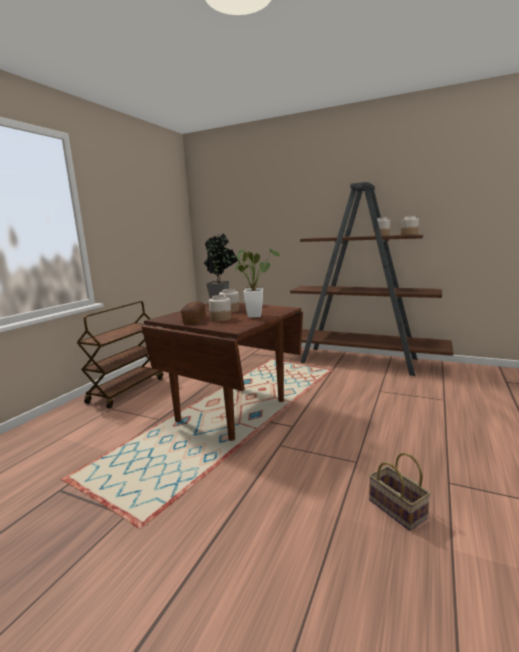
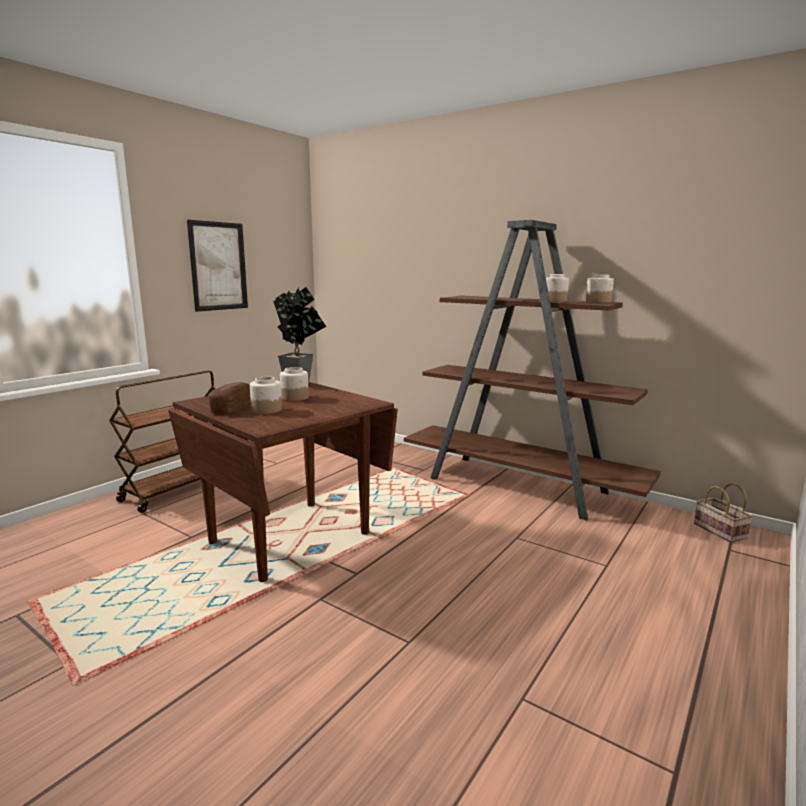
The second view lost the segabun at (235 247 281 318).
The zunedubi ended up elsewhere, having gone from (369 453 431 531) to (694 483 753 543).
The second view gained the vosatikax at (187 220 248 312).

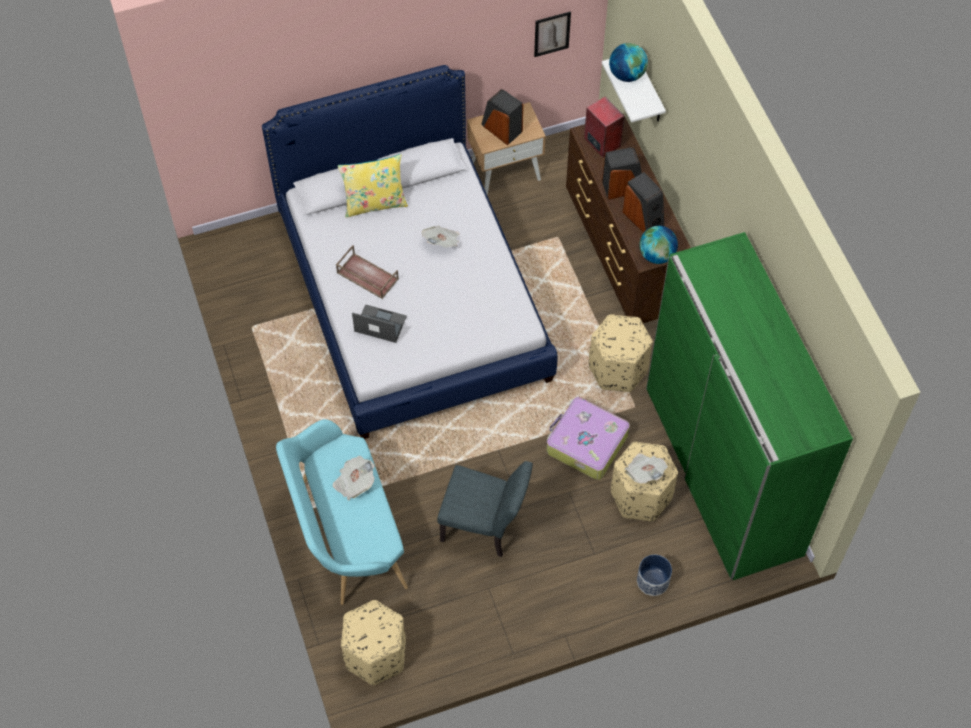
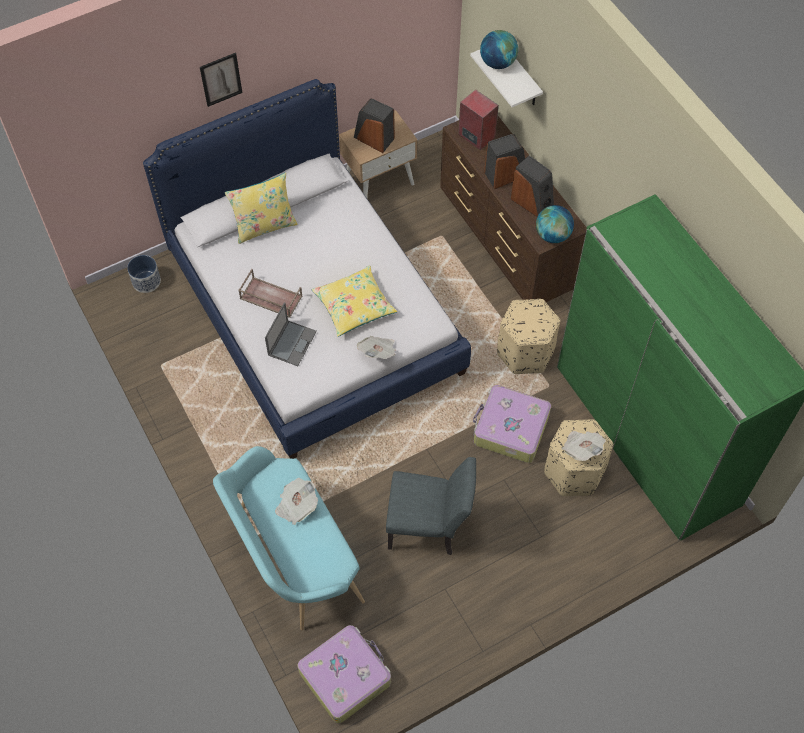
Where the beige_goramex stood at (341 600 406 685), the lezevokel came to stand at (298 625 391 723).
The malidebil at (352 304 407 343) ended up facing another way, 105 degrees clockwise from before.
The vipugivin ended up elsewhere, having gone from (421 225 460 248) to (357 336 396 359).
The vosatikax ended up elsewhere, having gone from (534 12 571 57) to (200 53 242 107).
The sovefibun ended up elsewhere, having gone from (637 554 672 596) to (127 255 161 293).
The second view gained the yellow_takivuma at (312 265 397 337).

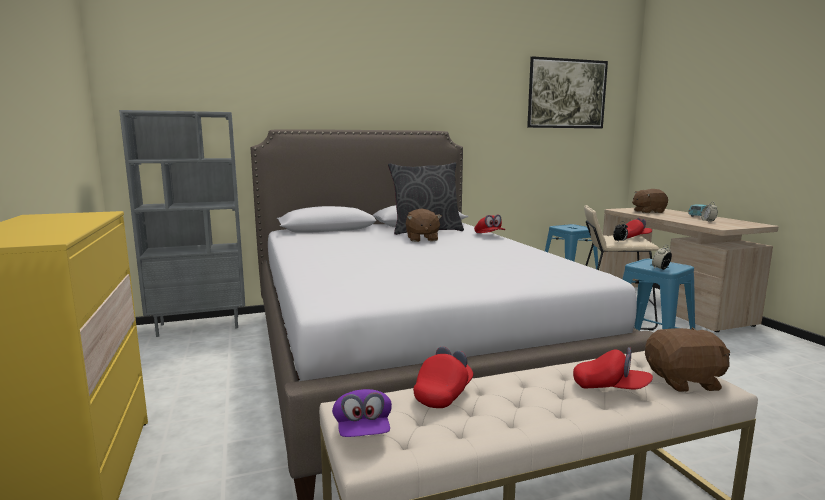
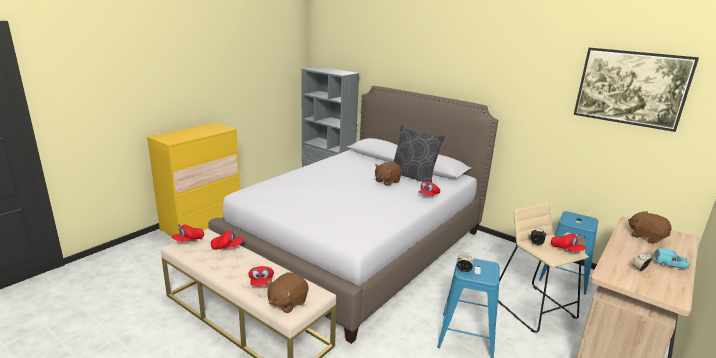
What was the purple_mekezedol at (332 389 392 437) turned into the red_mekezedol at (171 224 204 242).
The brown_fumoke at (645 327 730 392) ended up facing another way, 75 degrees clockwise from before.

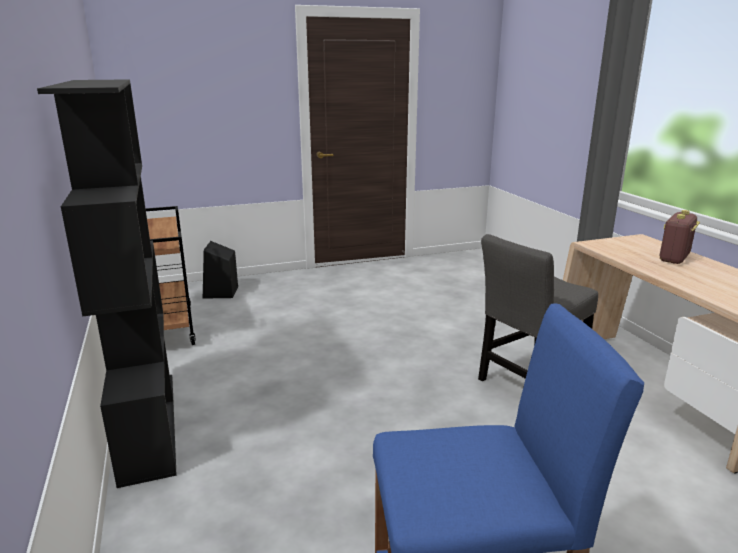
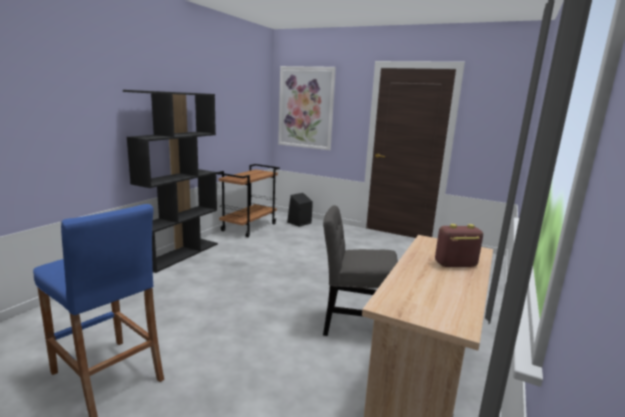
The second view gained the vosatikax at (278 66 336 150).

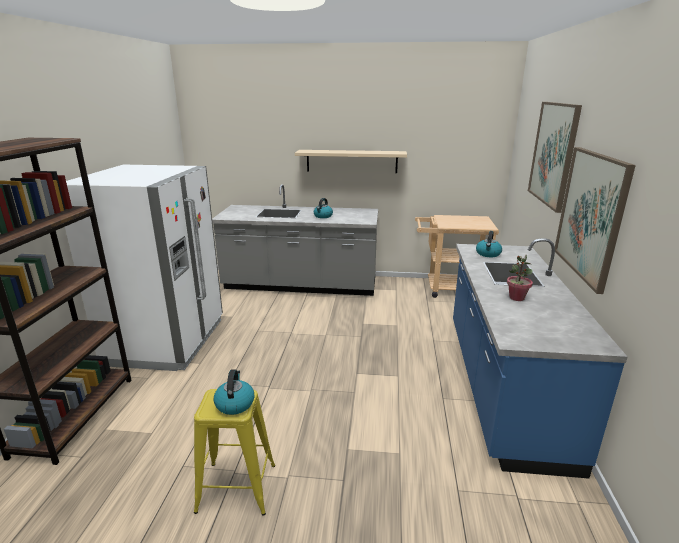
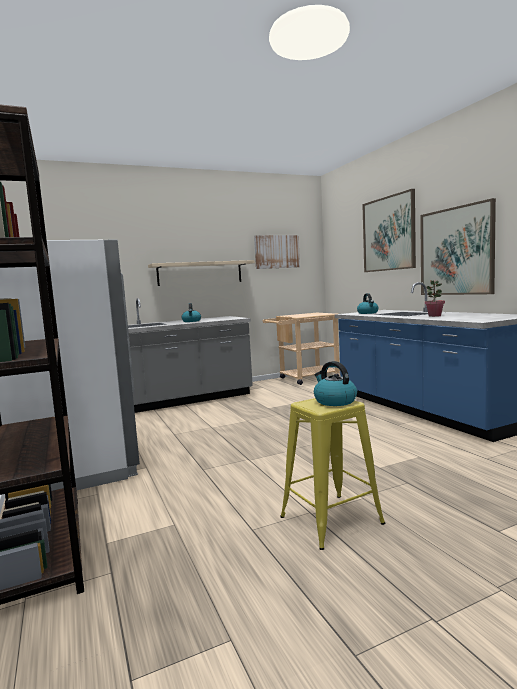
The second view gained the vosatikax at (254 235 300 269).

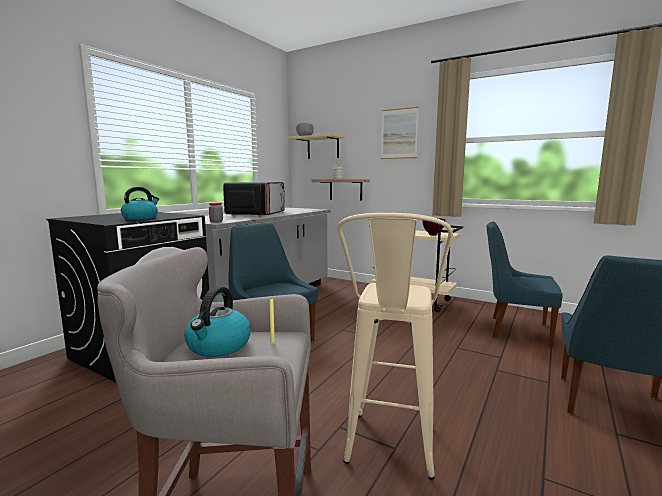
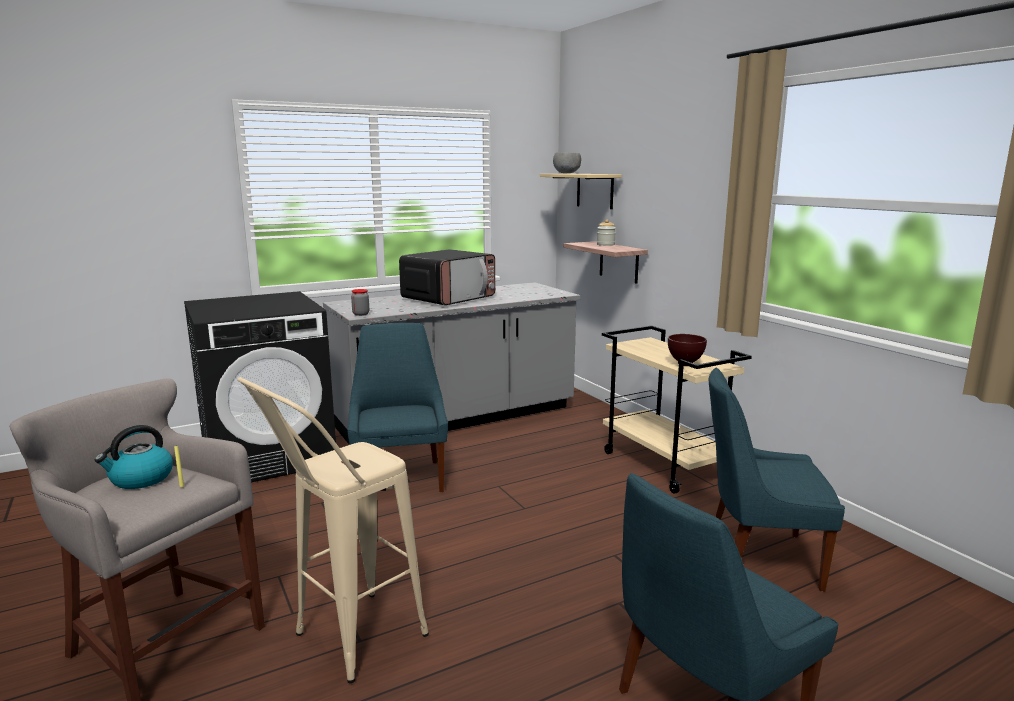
The second view lost the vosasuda at (121 187 159 220).
The second view lost the vosatikax at (381 107 419 159).
The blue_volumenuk at (486 222 563 347) ended up facing another way, 45 degrees counterclockwise from before.

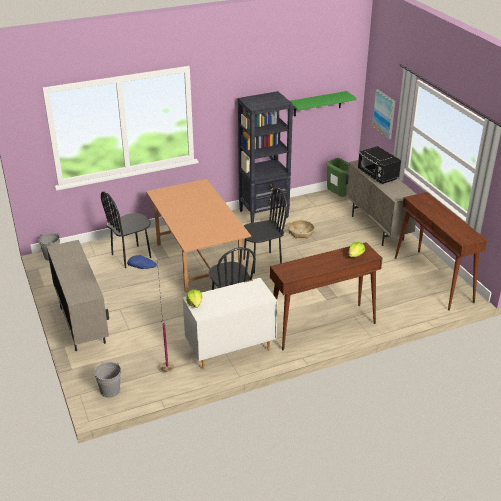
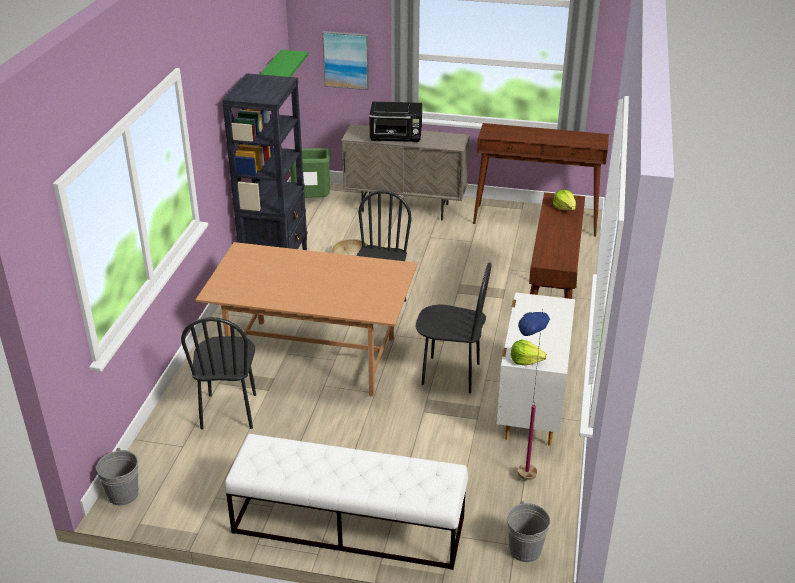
Where the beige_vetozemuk stood at (47 240 109 351), the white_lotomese came to stand at (225 434 468 570).

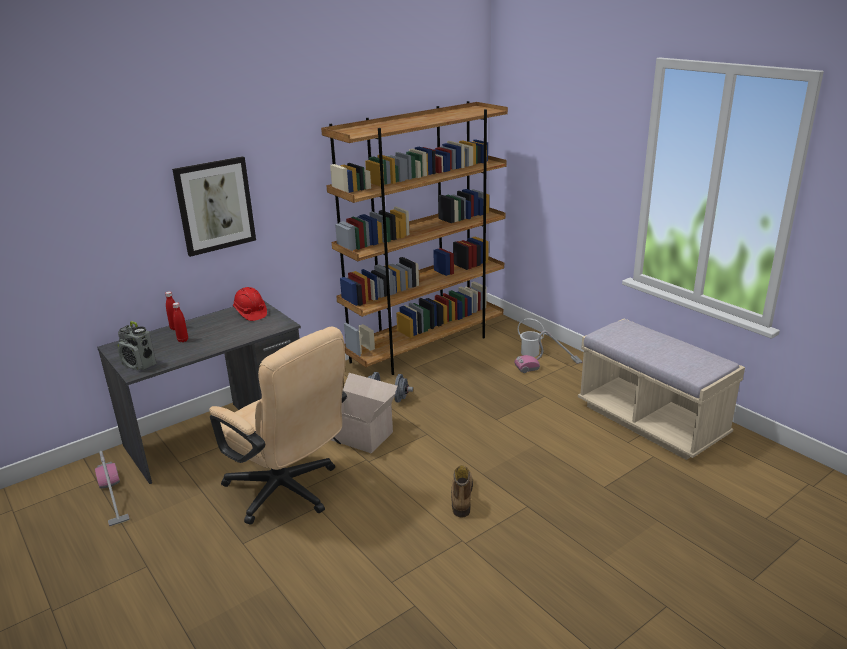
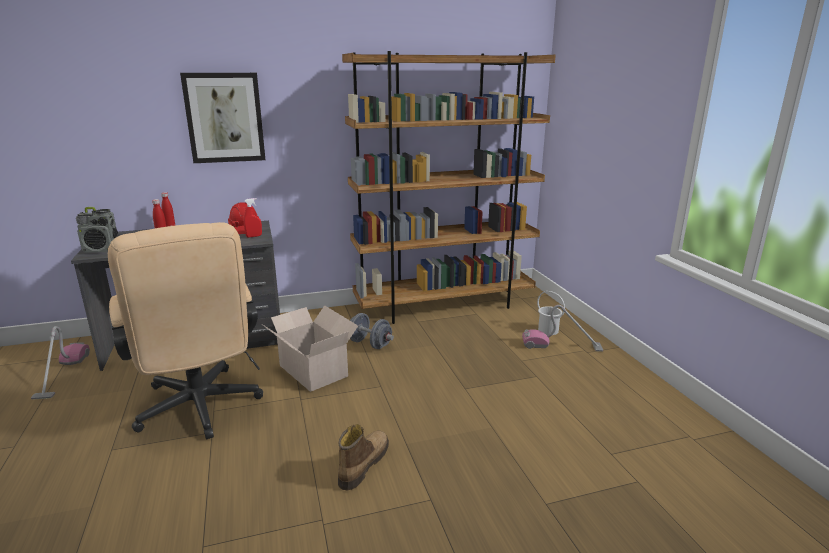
The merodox at (117 321 156 371) ended up facing another way, 60 degrees counterclockwise from before.
The second view lost the beige_lotomese at (578 318 745 460).
The second view gained the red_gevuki at (244 198 262 238).

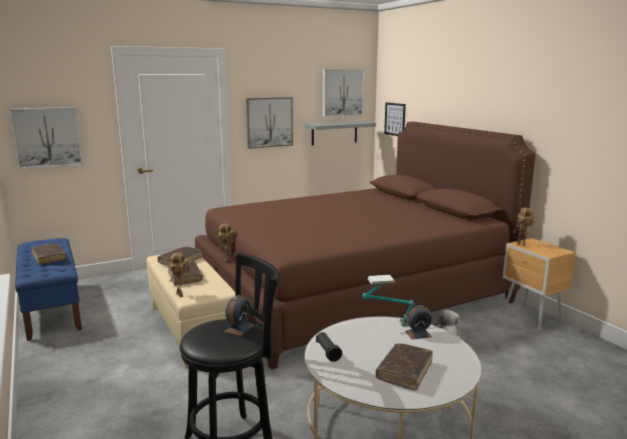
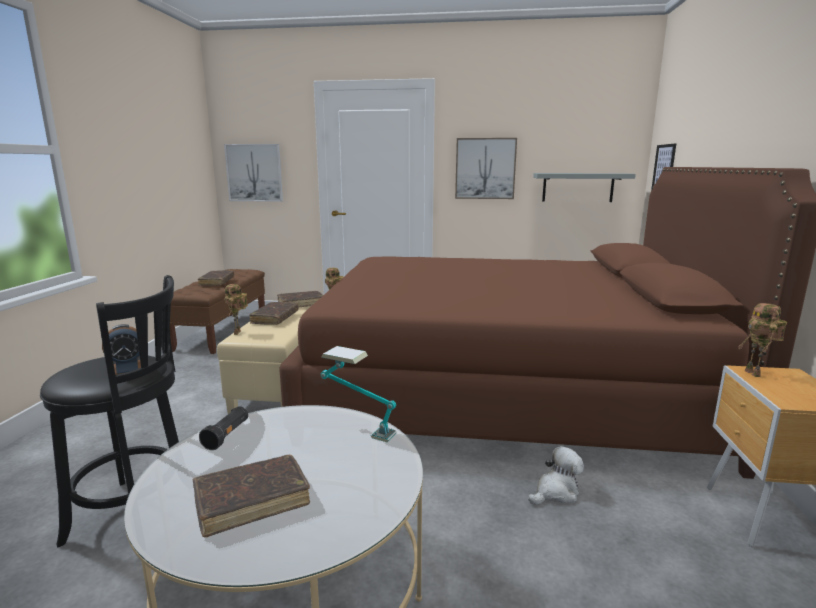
What was the blue_lotomese at (15 238 82 341) turned into the brown_lotomese at (170 269 265 354).
The second view lost the vosatikax at (323 69 364 117).
The second view lost the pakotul at (405 305 432 339).

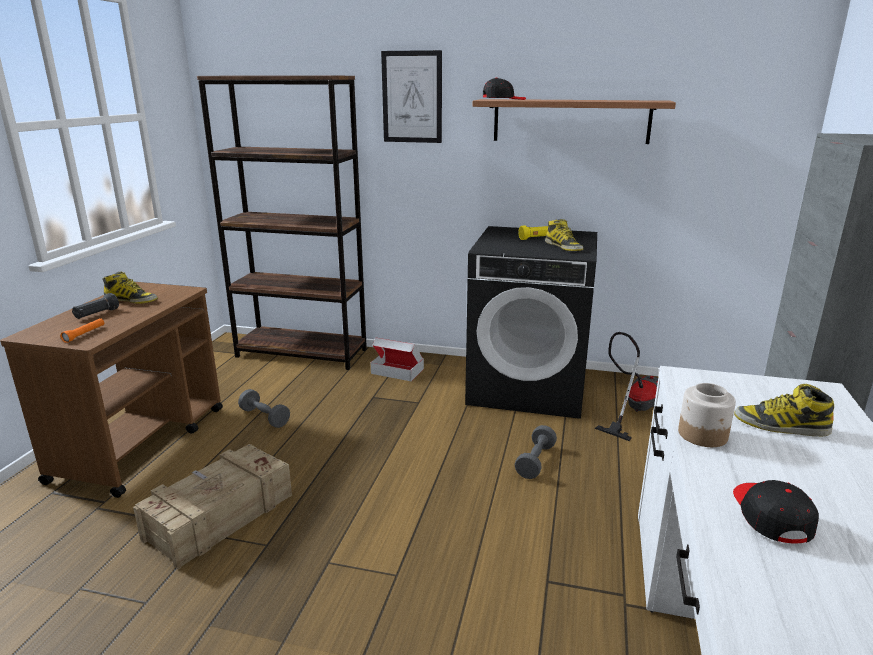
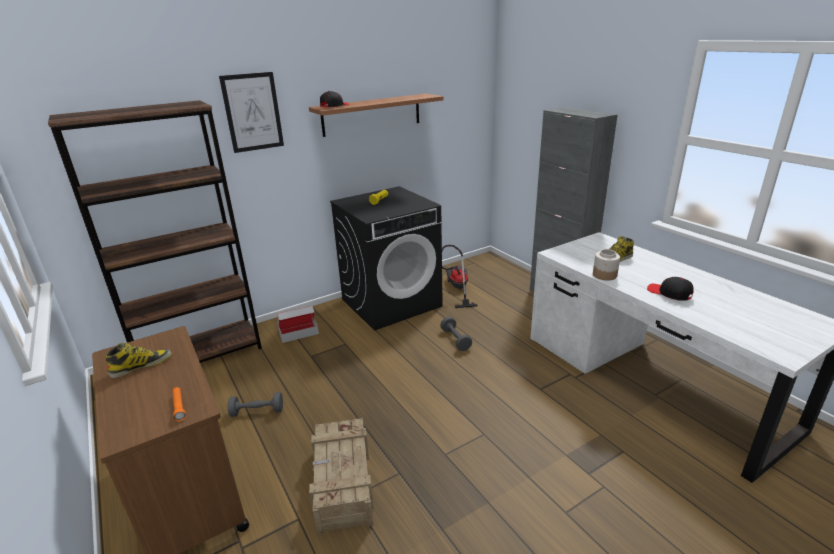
The second view lost the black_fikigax at (72 293 119 319).
The second view lost the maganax at (545 219 583 251).

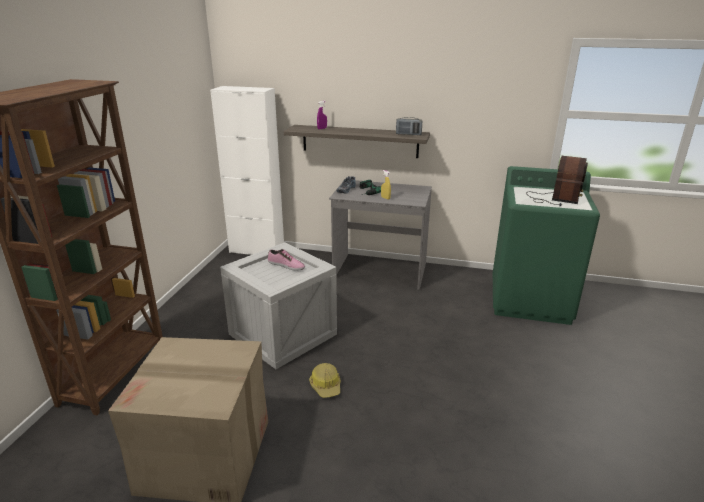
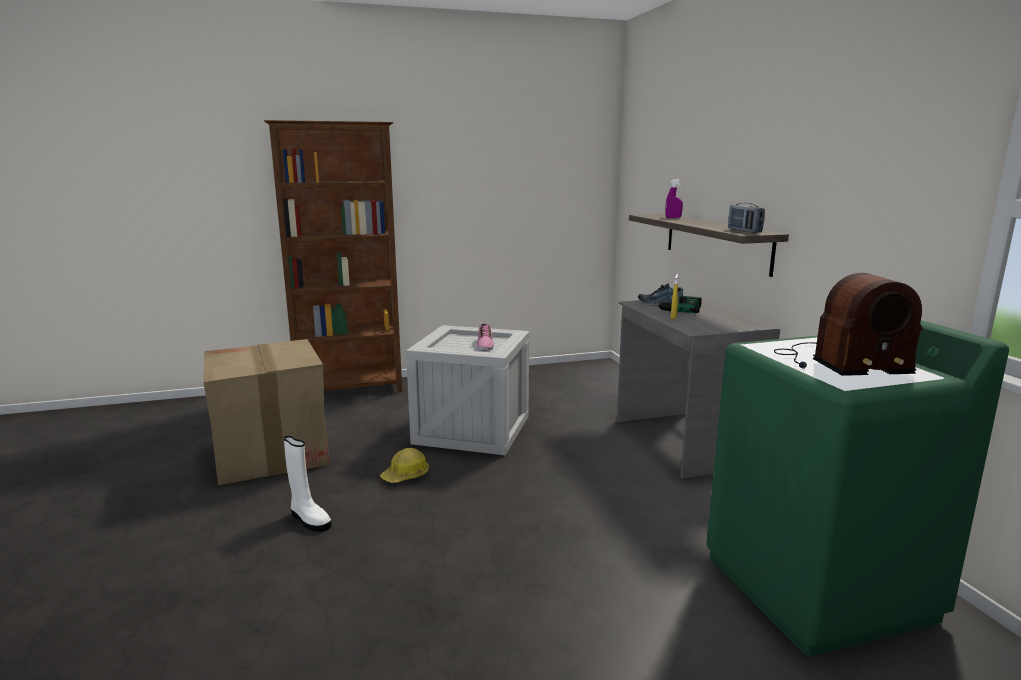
The second view lost the white_vetozemuk at (210 86 284 255).
The second view gained the white_maganax at (284 436 332 532).

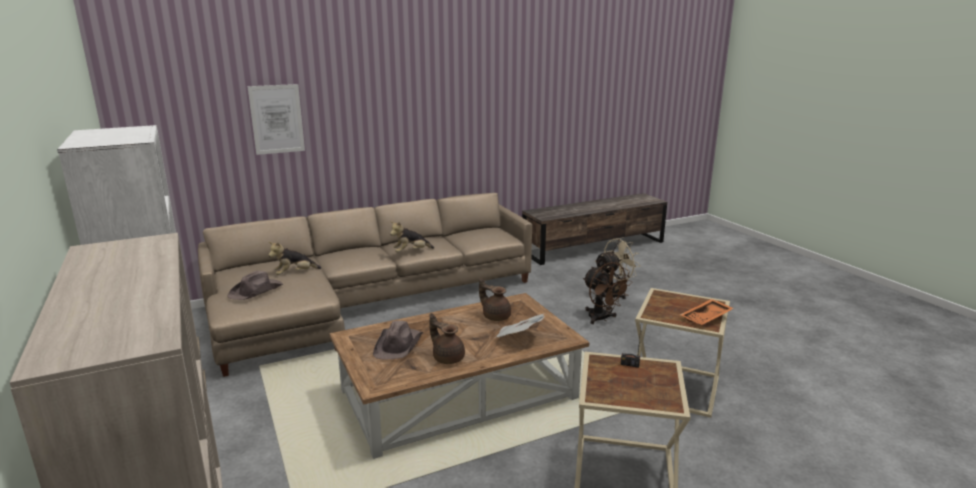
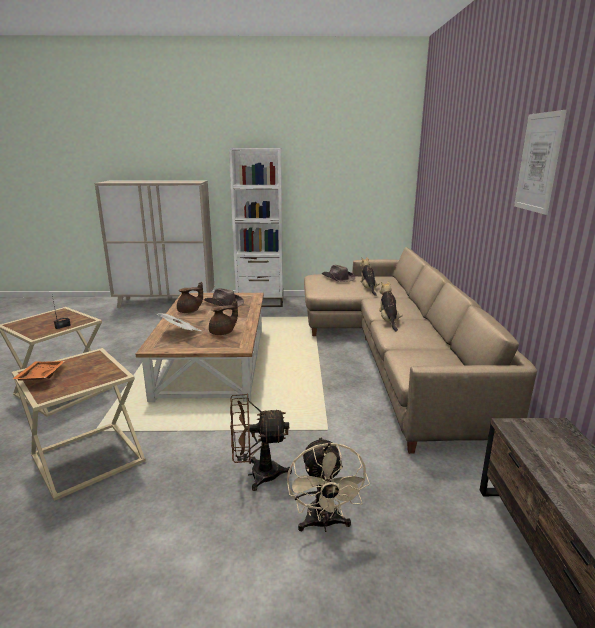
The vosatikax ended up elsewhere, having gone from (247 84 305 155) to (514 110 567 215).

